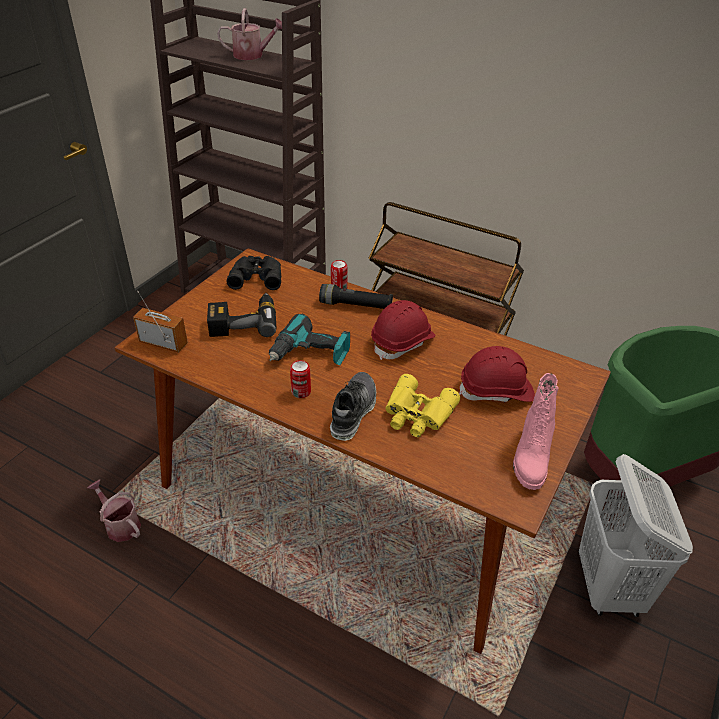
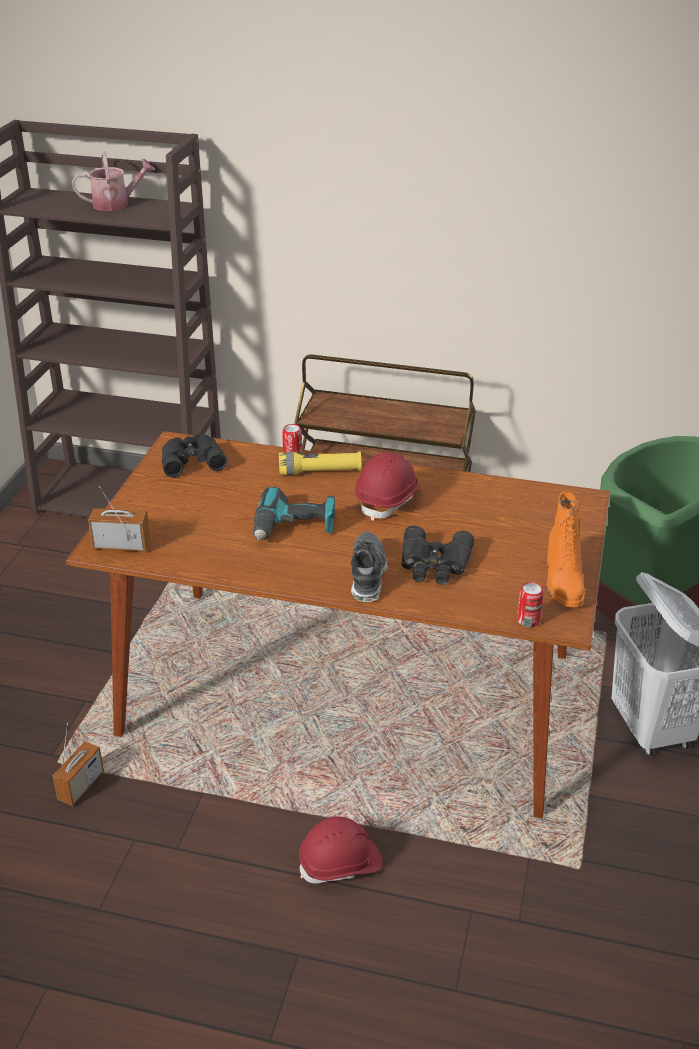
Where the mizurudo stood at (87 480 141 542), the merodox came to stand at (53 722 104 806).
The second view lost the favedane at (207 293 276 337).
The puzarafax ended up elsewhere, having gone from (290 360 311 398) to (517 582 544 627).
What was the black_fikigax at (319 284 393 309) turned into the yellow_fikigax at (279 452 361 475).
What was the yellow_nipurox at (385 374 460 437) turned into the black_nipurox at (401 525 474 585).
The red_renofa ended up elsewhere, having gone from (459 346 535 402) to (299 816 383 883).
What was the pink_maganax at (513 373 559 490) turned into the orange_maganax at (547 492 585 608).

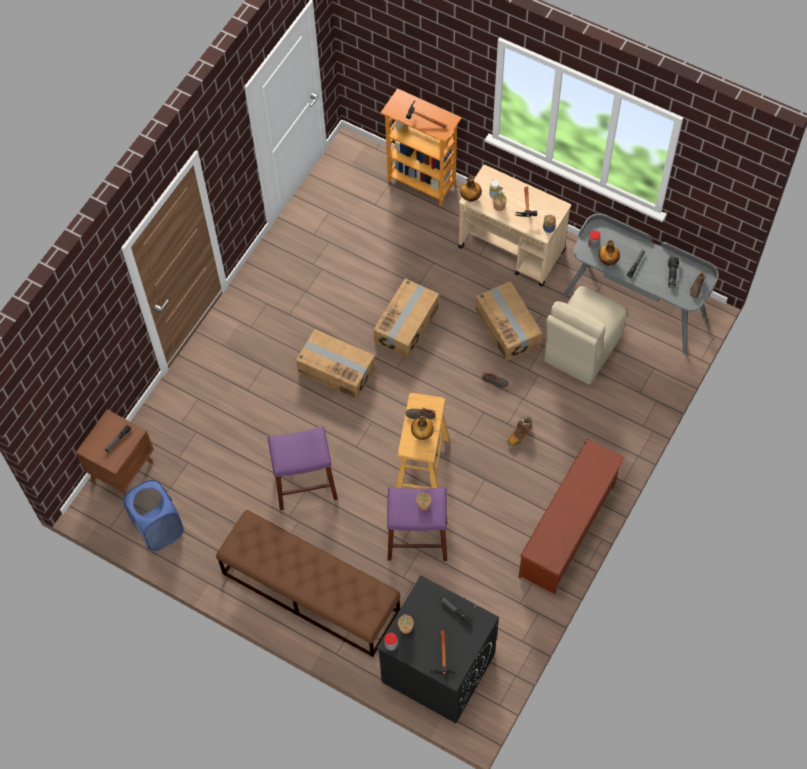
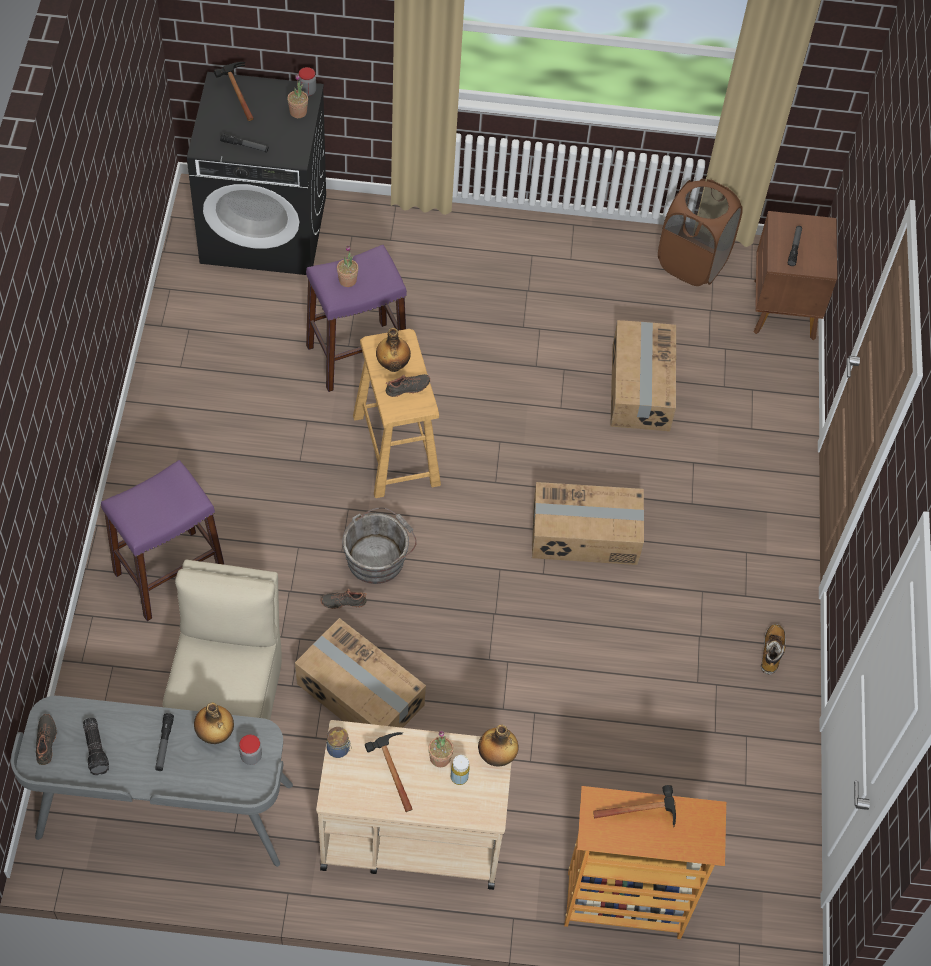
What was the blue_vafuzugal at (123 480 184 551) turned into the brown_vafuzugal at (658 179 743 286).
The second view lost the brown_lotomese at (216 510 400 657).
The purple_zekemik ended up elsewhere, having gone from (268 427 338 510) to (101 460 225 621).
The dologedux ended up elsewhere, having gone from (373 279 439 358) to (610 320 676 432).
The maganax ended up elsewhere, having gone from (507 417 532 448) to (761 624 786 674).
The second view lost the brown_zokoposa at (518 439 625 594).
The second view gained the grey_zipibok at (342 508 417 584).

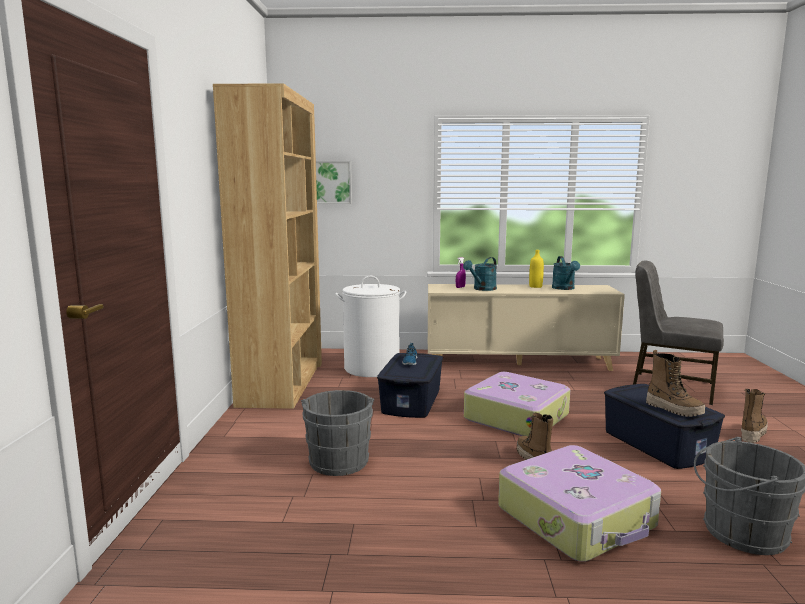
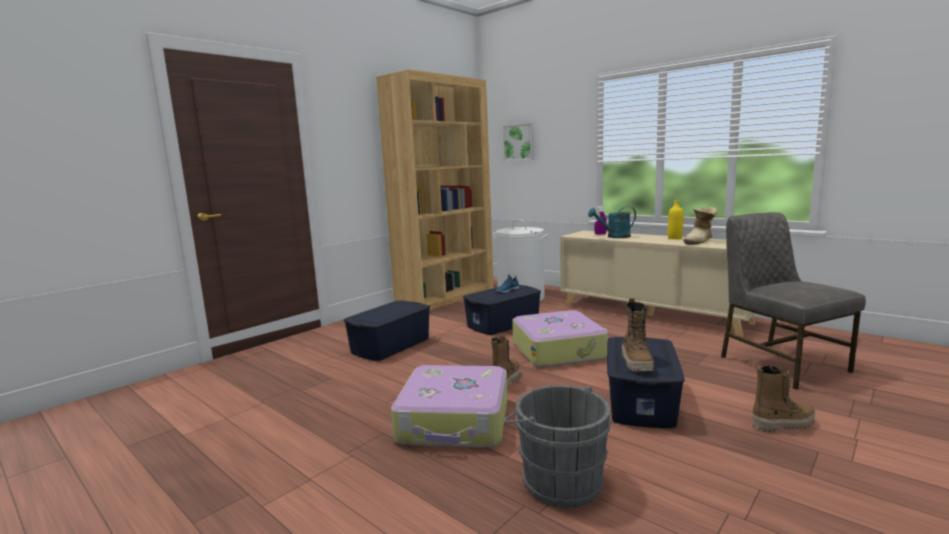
Where the grey_zipibok stood at (301 390 374 476), the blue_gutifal came to stand at (344 300 430 361).
Where the turquoise_mizurudo stood at (552 256 580 290), the maganax came to stand at (683 207 718 245).

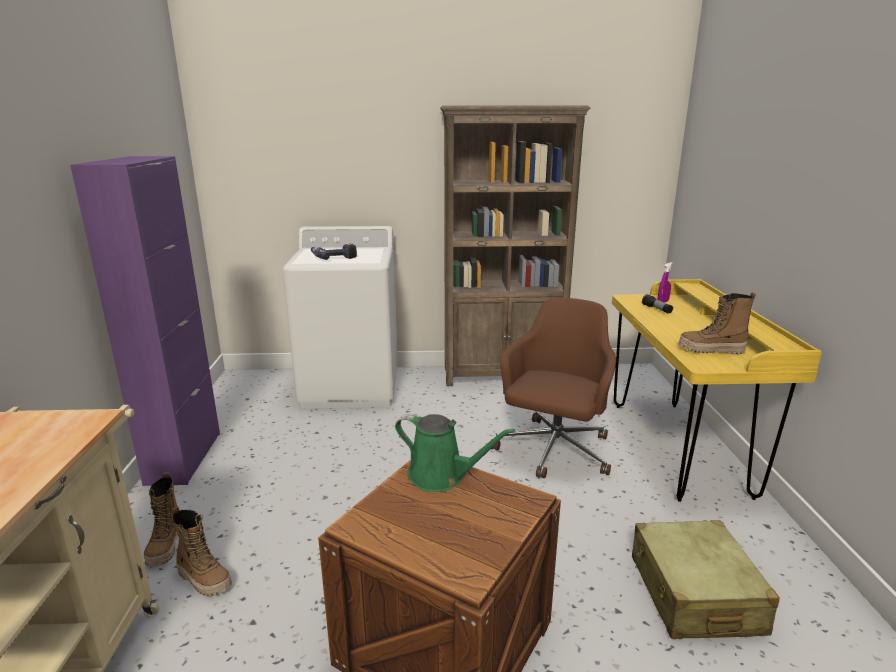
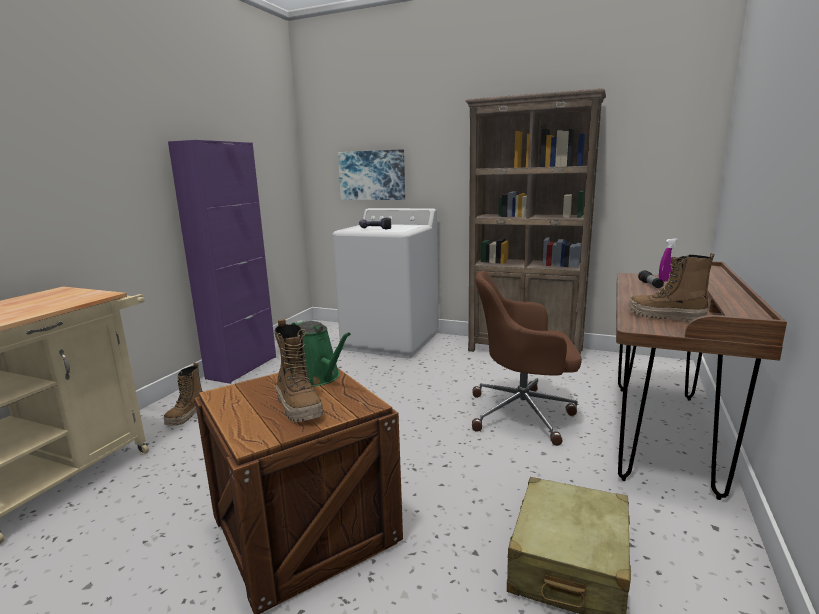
The maganax ended up elsewhere, having gone from (172 506 232 597) to (275 319 323 422).
The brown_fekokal at (491 297 616 478) ended up facing another way, 135 degrees counterclockwise from before.
What was the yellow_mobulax at (612 279 822 502) turned into the brown_mobulax at (616 261 787 500).
The second view gained the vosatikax at (338 149 405 200).

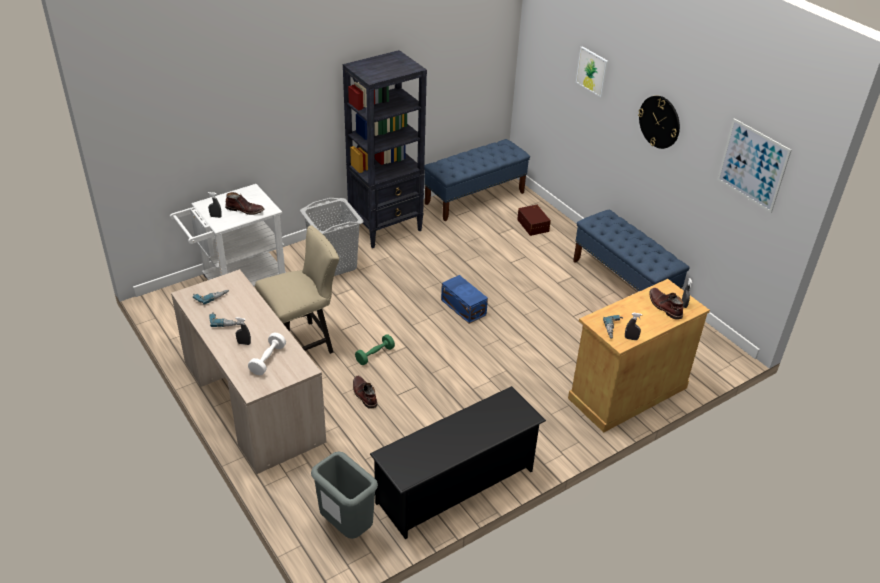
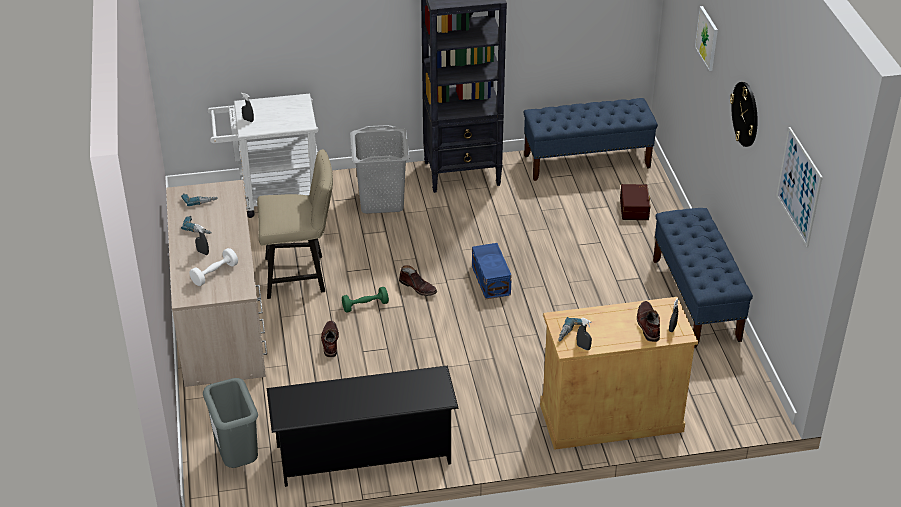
The brown_maganax ended up elsewhere, having gone from (225 192 264 215) to (399 265 437 296).

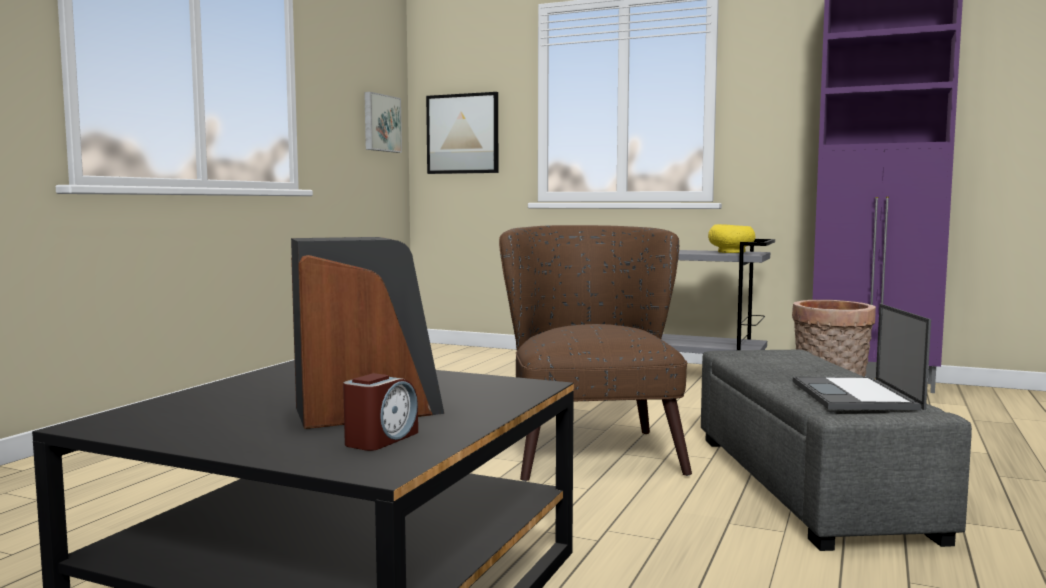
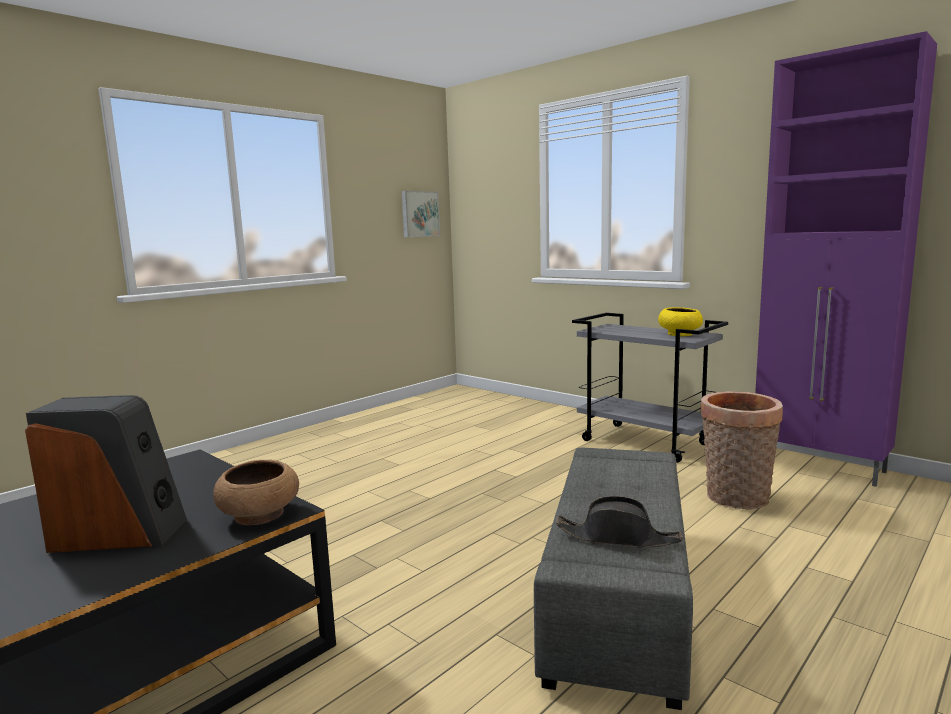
The second view lost the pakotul at (343 373 418 451).
The second view lost the vosatikax at (426 92 498 174).
The second view lost the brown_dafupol at (499 225 692 481).
Where the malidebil stood at (793 304 931 410), the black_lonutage came to stand at (556 496 683 547).
The second view gained the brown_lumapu at (213 460 299 525).

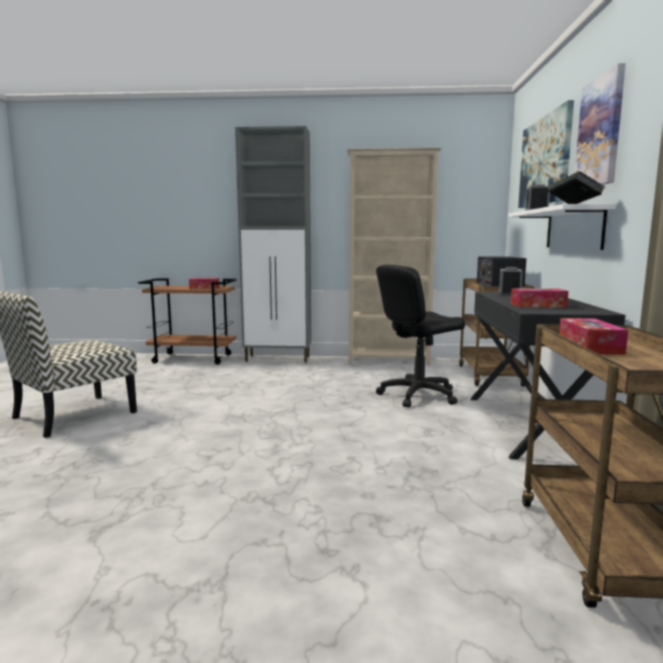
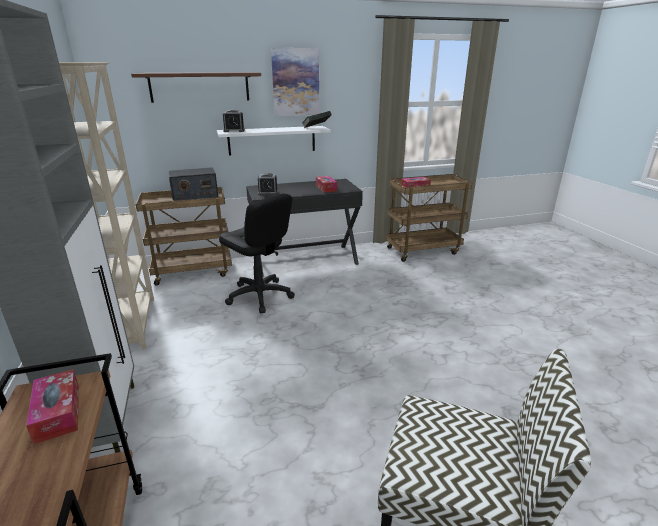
Where the vosatikax hung at (518 100 574 208), the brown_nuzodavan came to hang at (131 72 261 103).

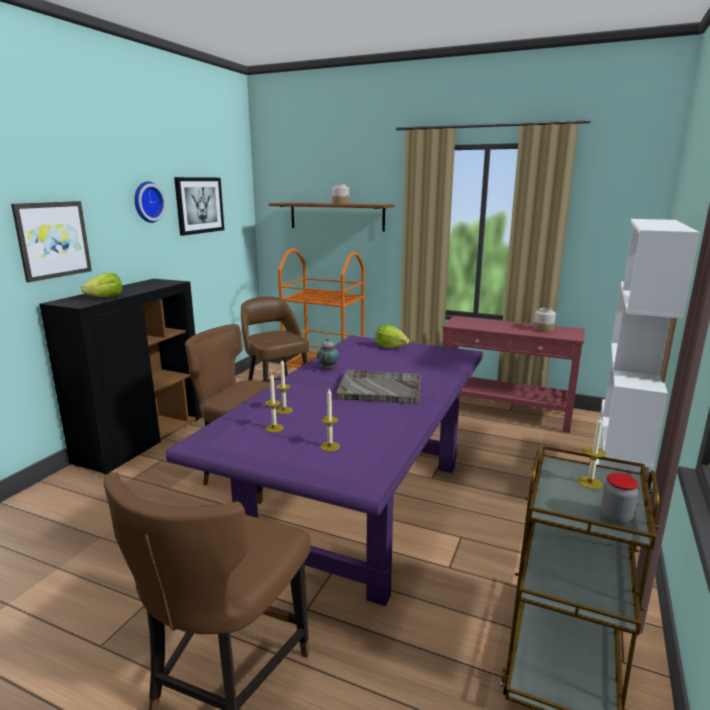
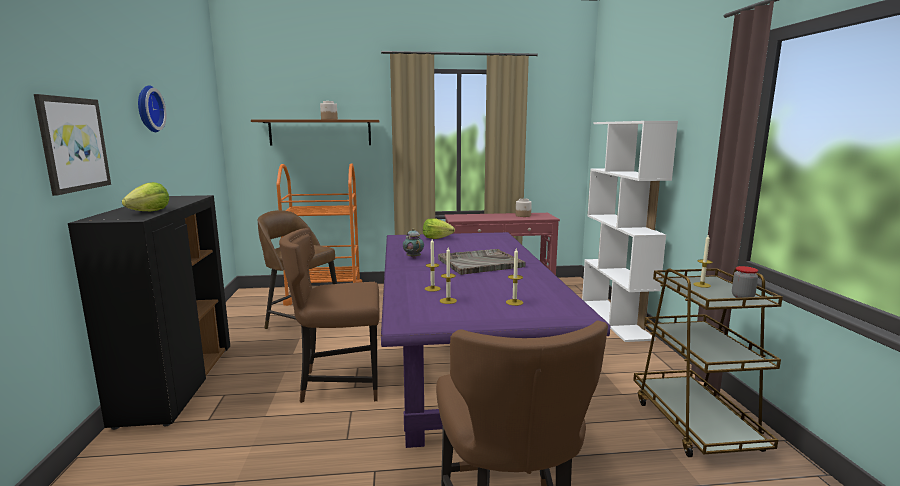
The second view lost the vosatikax at (174 177 224 236).

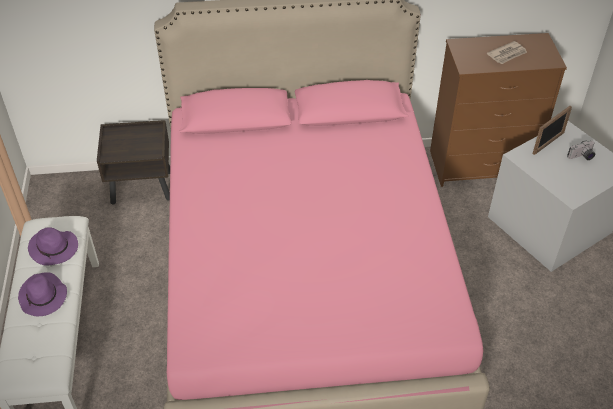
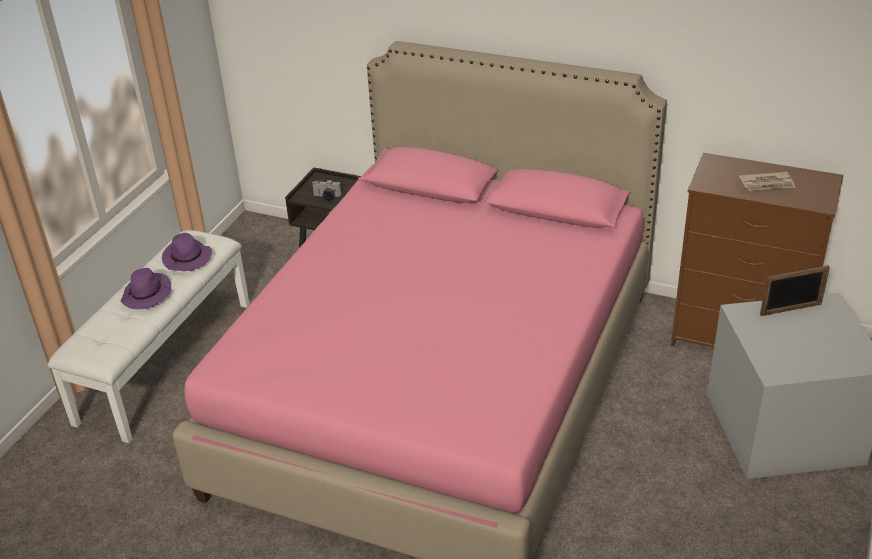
The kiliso ended up elsewhere, having gone from (567 141 595 160) to (311 180 341 200).

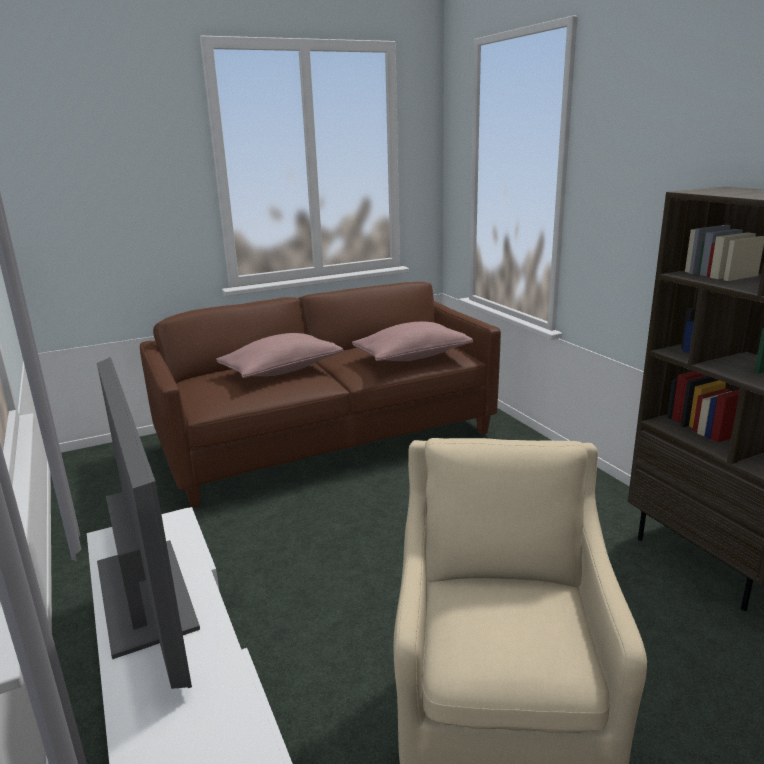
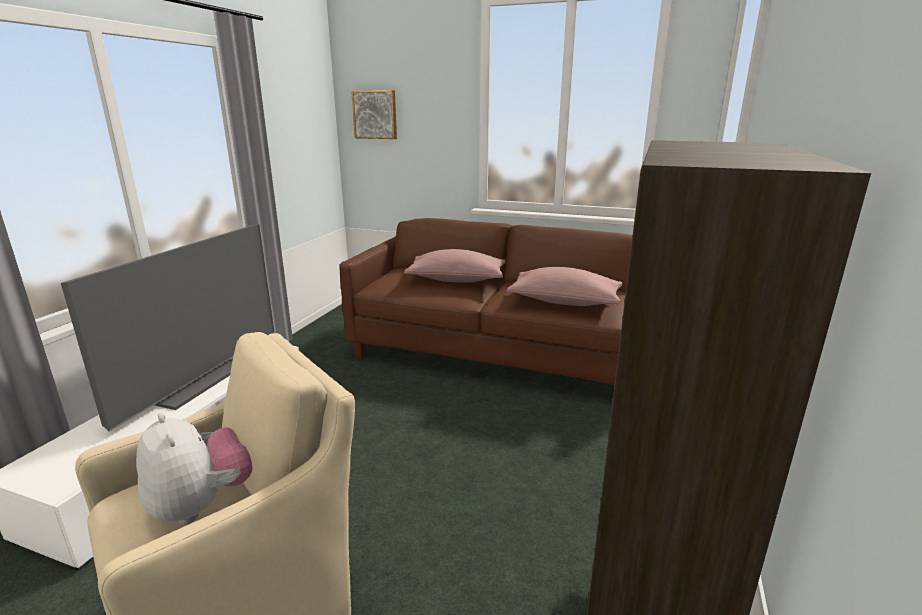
The second view gained the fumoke at (136 413 252 524).
The second view gained the vosatikax at (351 90 397 139).

